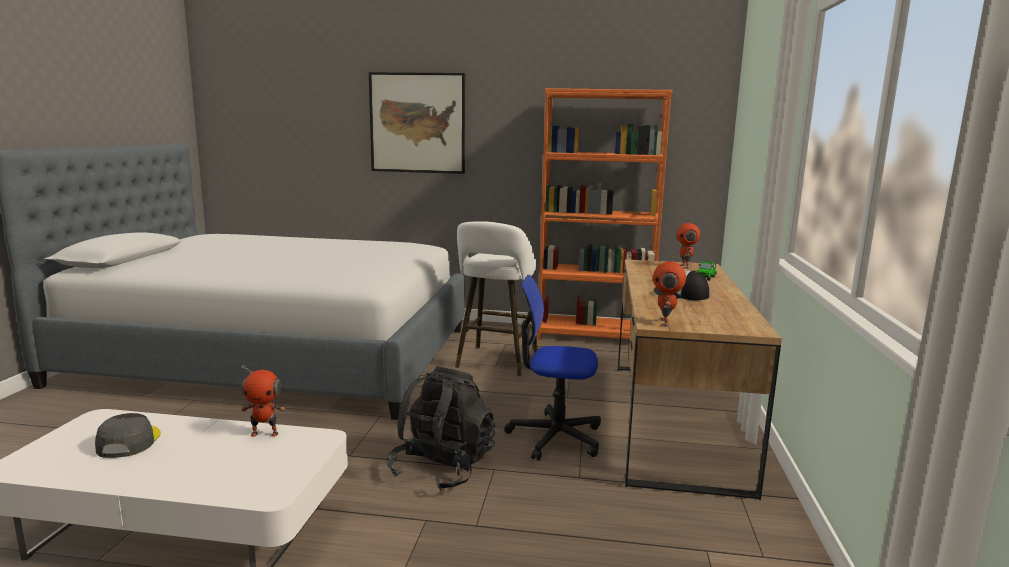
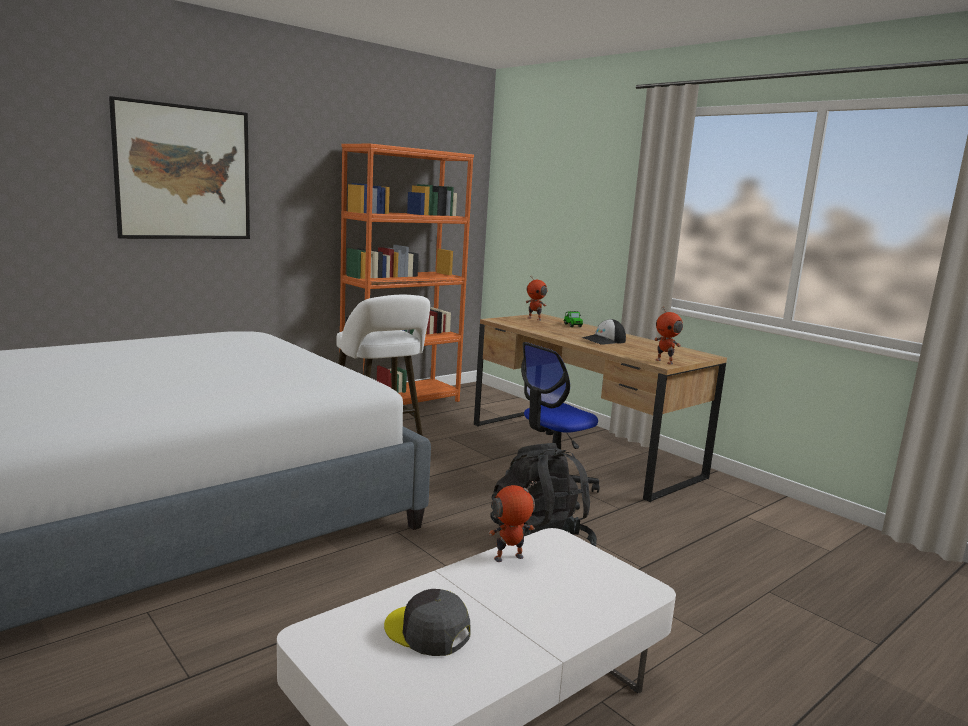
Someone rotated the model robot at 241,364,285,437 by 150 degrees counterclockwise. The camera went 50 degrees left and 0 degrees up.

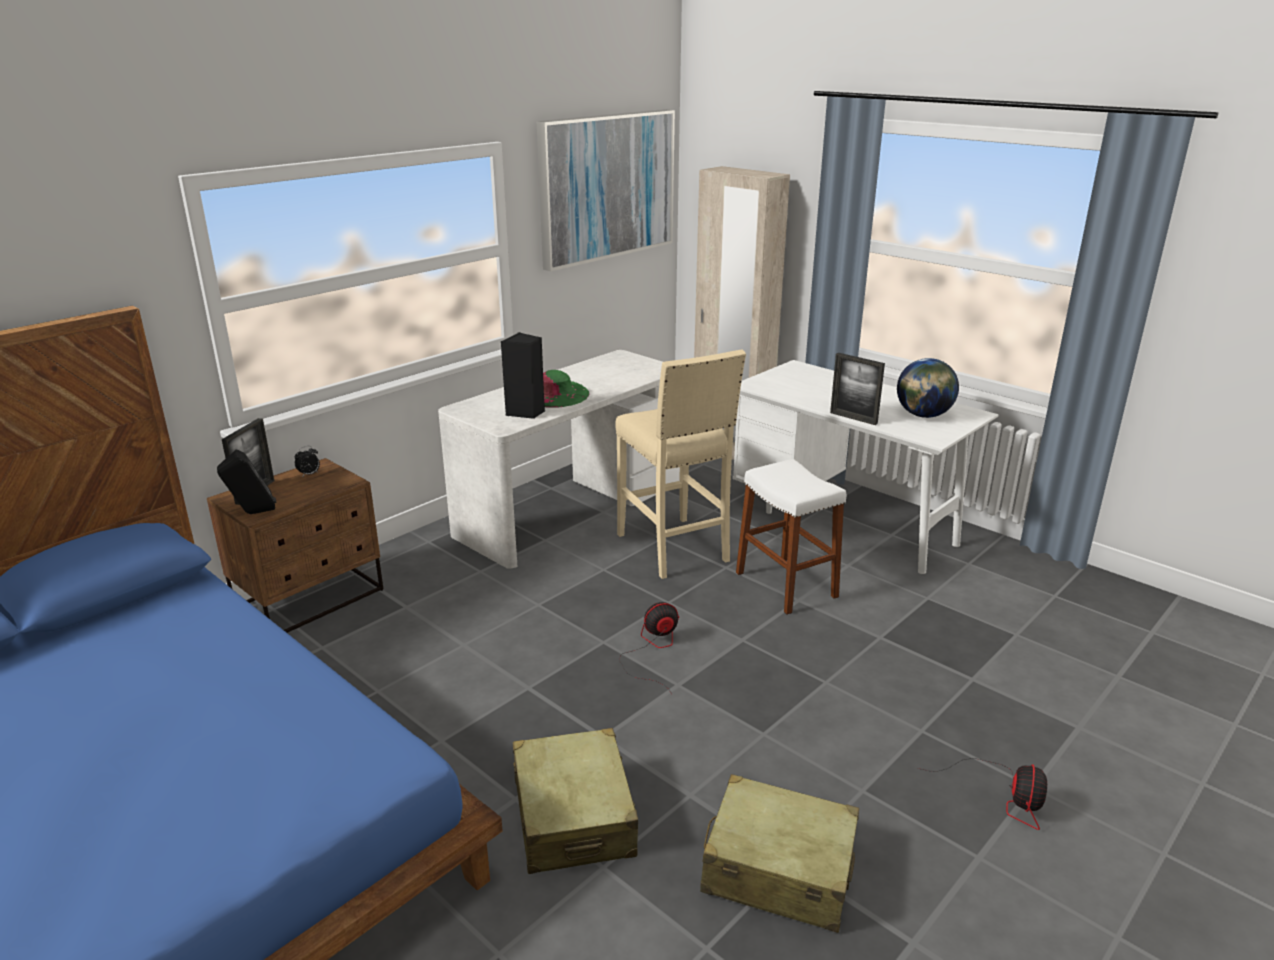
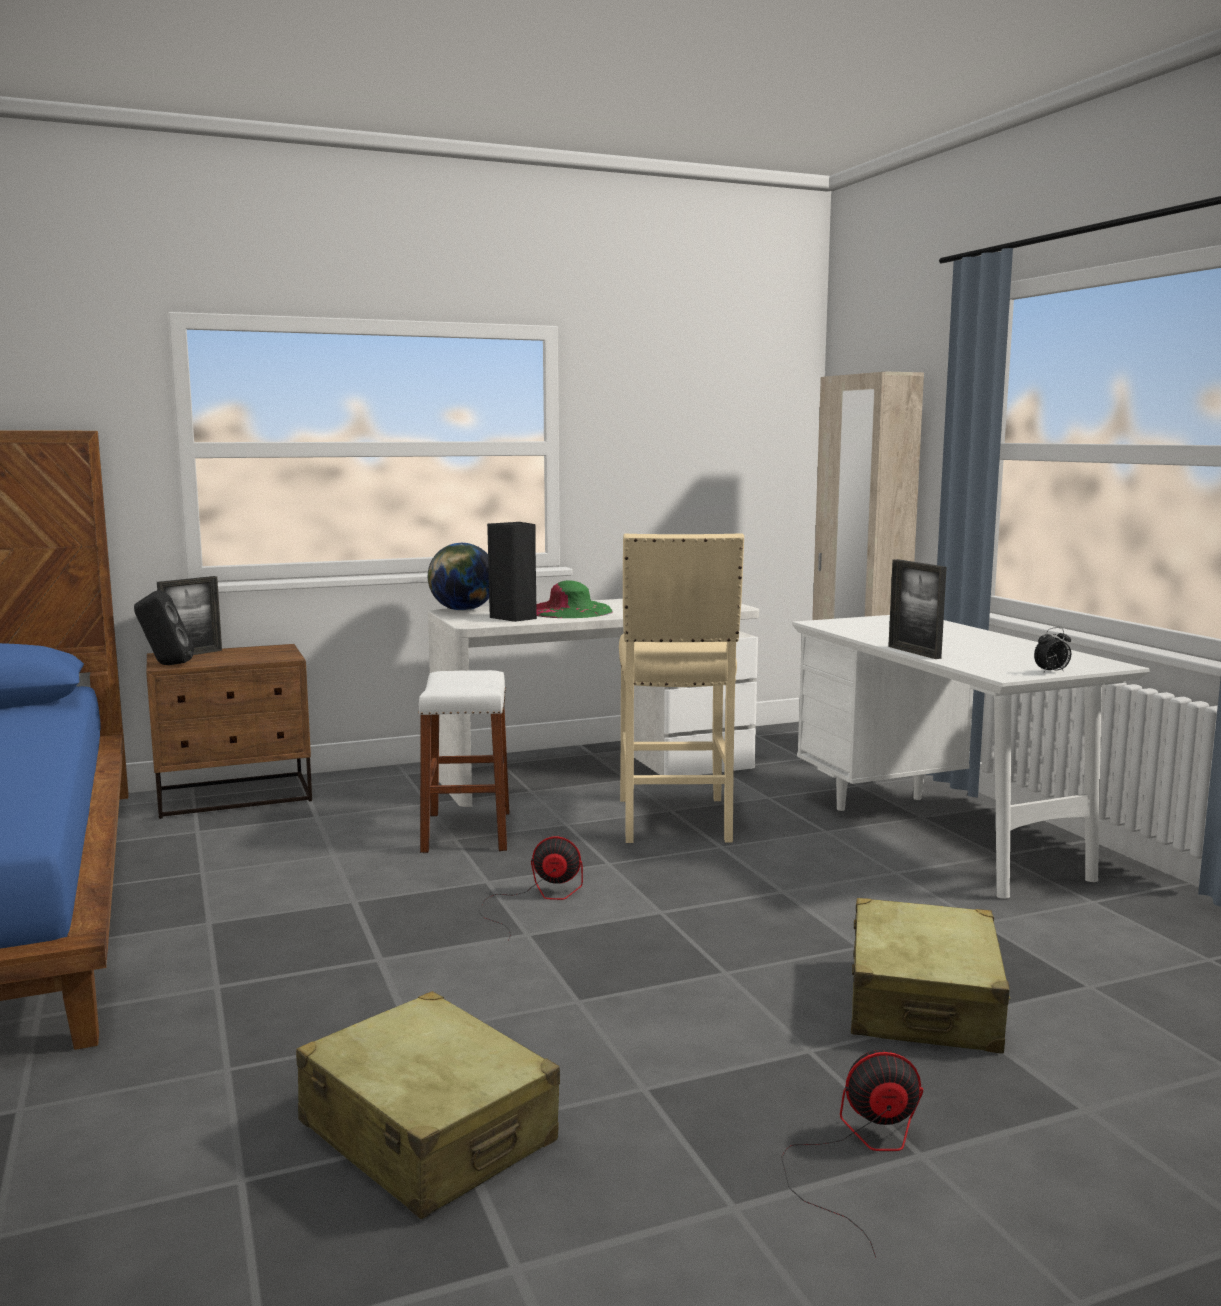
Someone took away the wall art at 536,110,675,271. Someone carried the globe from 897,358,959,418 to 428,543,489,611. Someone carried the alarm clock from 295,446,320,476 to 1034,627,1071,673. Someone carried the stool in white from 736,459,846,615 to 418,670,509,853. Someone carried the travel case in sand-coloured from 513,728,638,874 to 851,898,1011,1053. Someone rotated the fan at 918,758,1047,830 by 135 degrees counterclockwise. The camera went 25 degrees right and 15 degrees down.

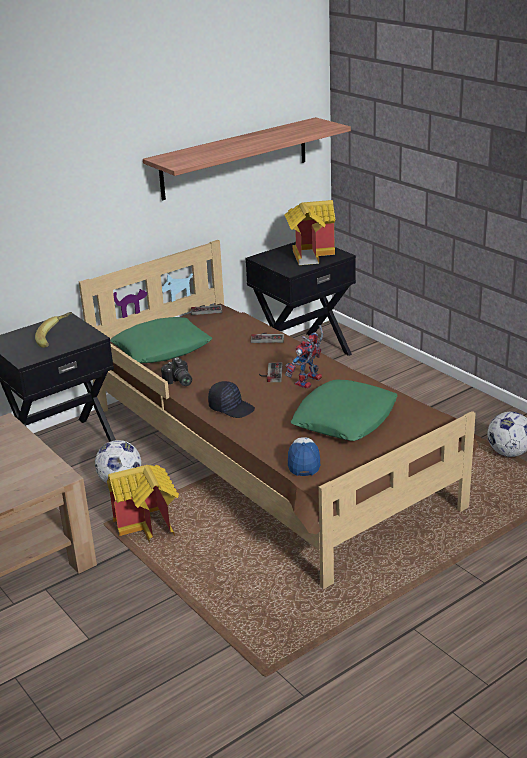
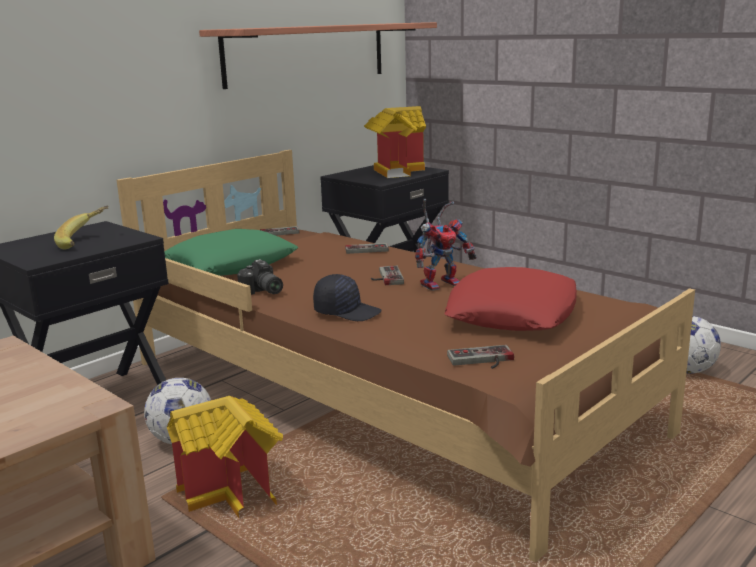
Someone rotated the model robot at 285,325,323,389 by 150 degrees counterclockwise. Someone repainted the throw pillow in greenish at 291,380,397,441, which became the throw pillow in red at 444,267,577,331. Someone swapped the baseball cap at 288,437,320,476 for the game controller at 447,345,514,369. The camera went 10 degrees left and 10 degrees down.

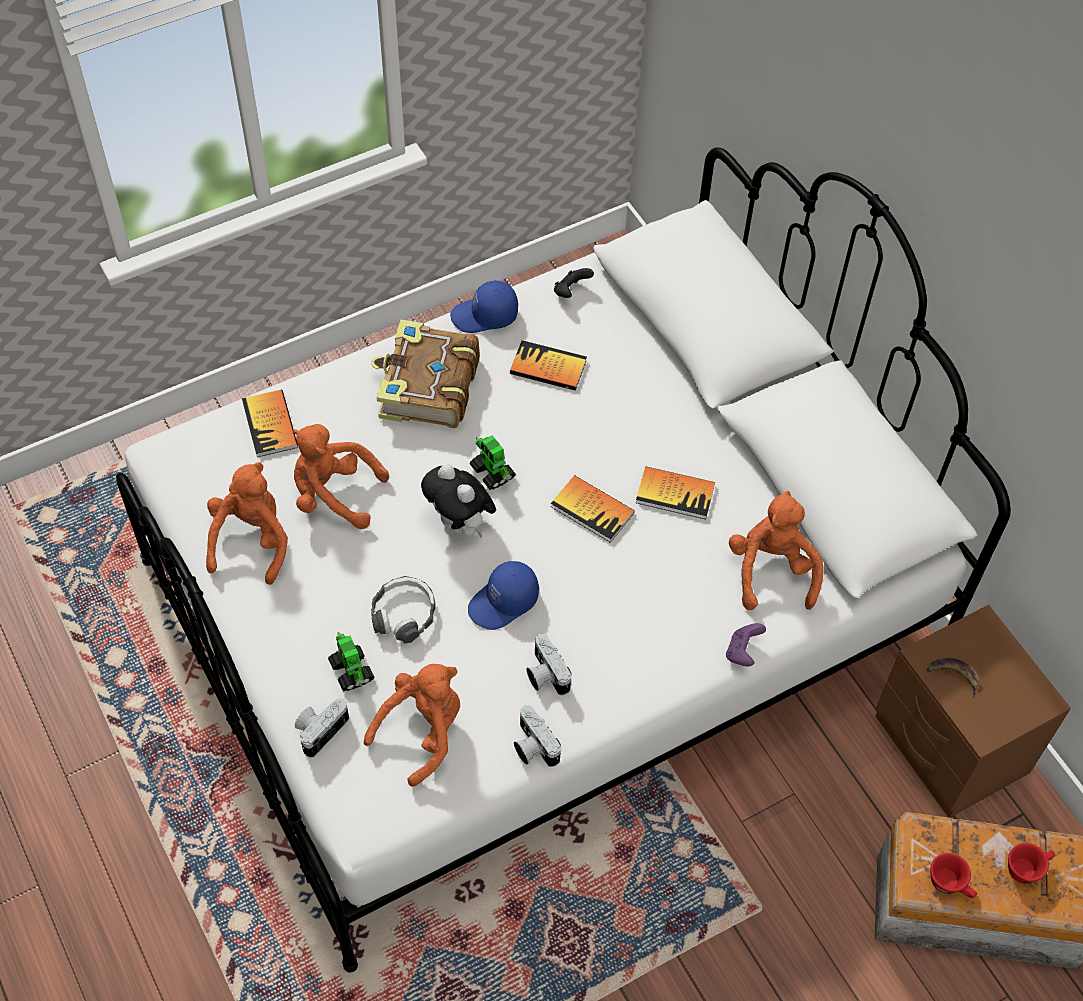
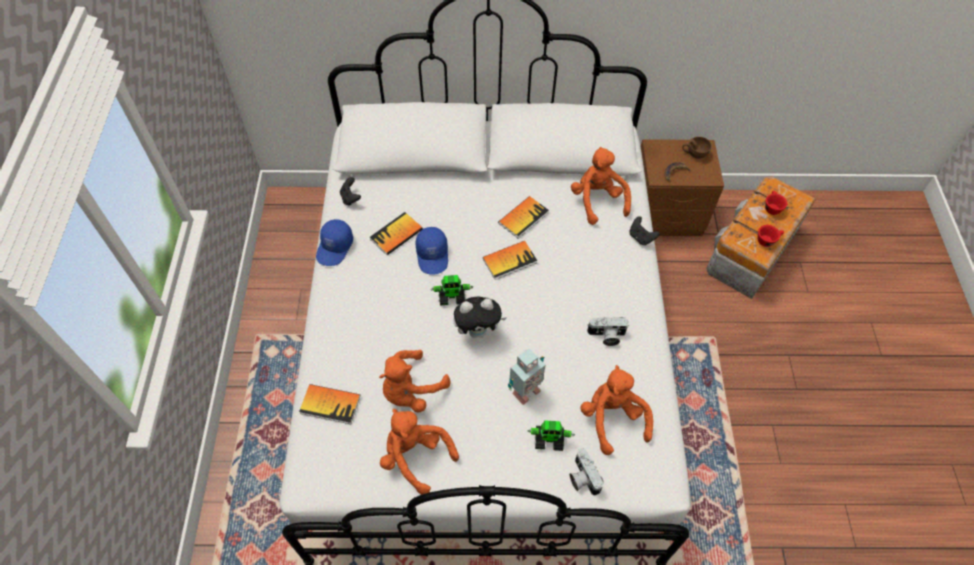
Someone took away the book at 371,319,480,428. Someone rotated the plush toy in orange at 729,490,824,611 by 45 degrees clockwise. Someone carried the baseball cap in blue from 468,561,539,630 to 416,227,448,275. Someone swapped the headset at 371,576,435,644 for the model robot at 508,348,545,405. Someone repainted the game controller in purplish at 726,623,766,666, which became the game controller in black-coloured at 630,216,660,245. Someone took away the still camera at 514,705,561,767. Someone put down the cup in brown at 682,137,712,159. The camera went 60 degrees left and 0 degrees up.

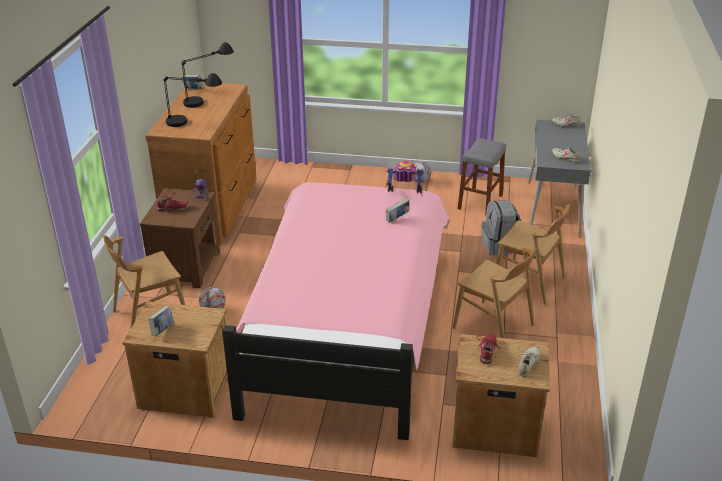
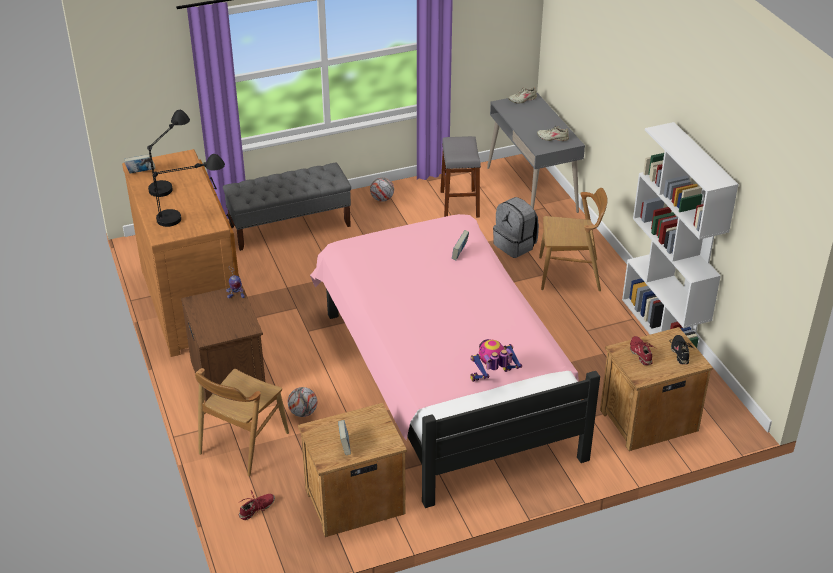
Someone carried the model robot from 387,161,424,194 to 470,339,522,382. Someone carried the shoe in red from 157,194,190,212 to 238,490,275,520. Someone took away the upright chair in brown at 453,248,537,338. Someone repainted the shoe in sand-coloured at 517,347,540,377, which became the shoe in black-coloured at 671,335,697,365. Someone put down the bookcase in white at 622,122,739,348. Someone put down the bench in gray at 223,163,351,251. The camera went 30 degrees left and 5 degrees up.

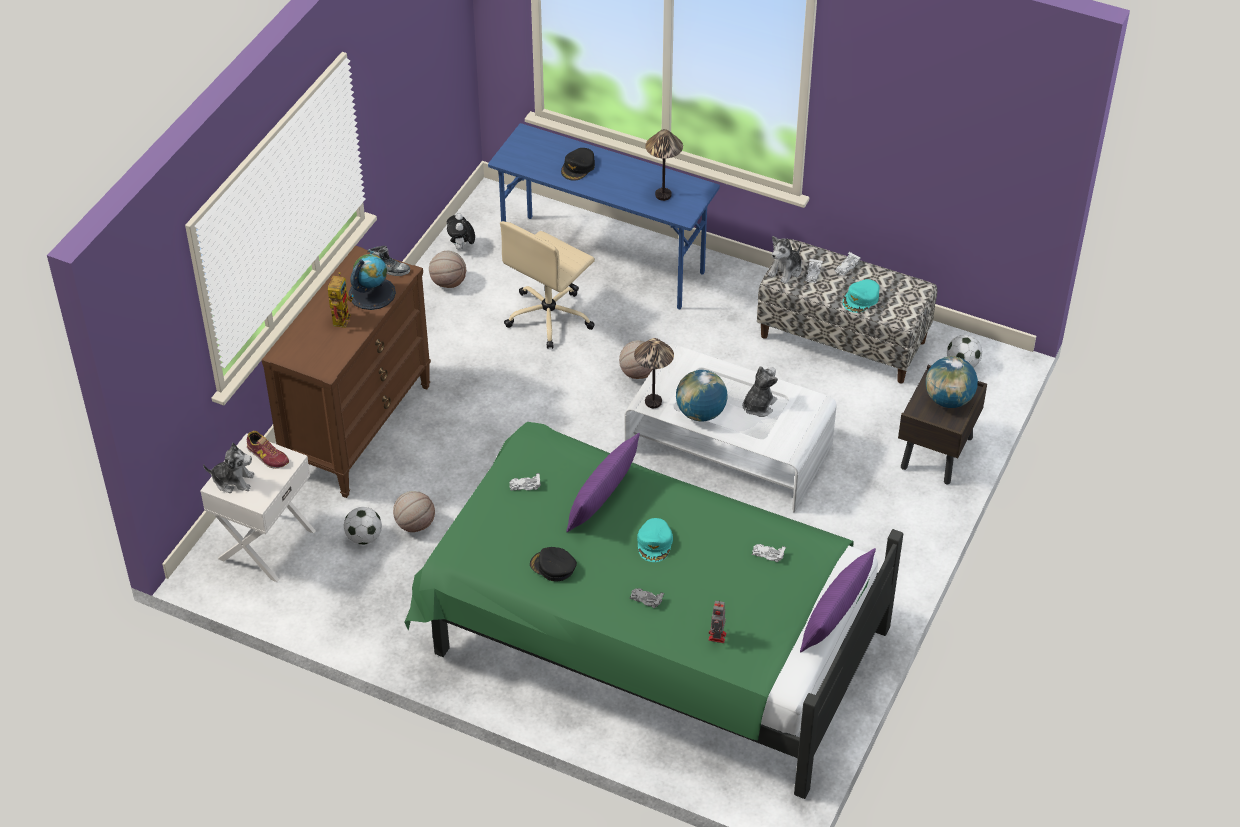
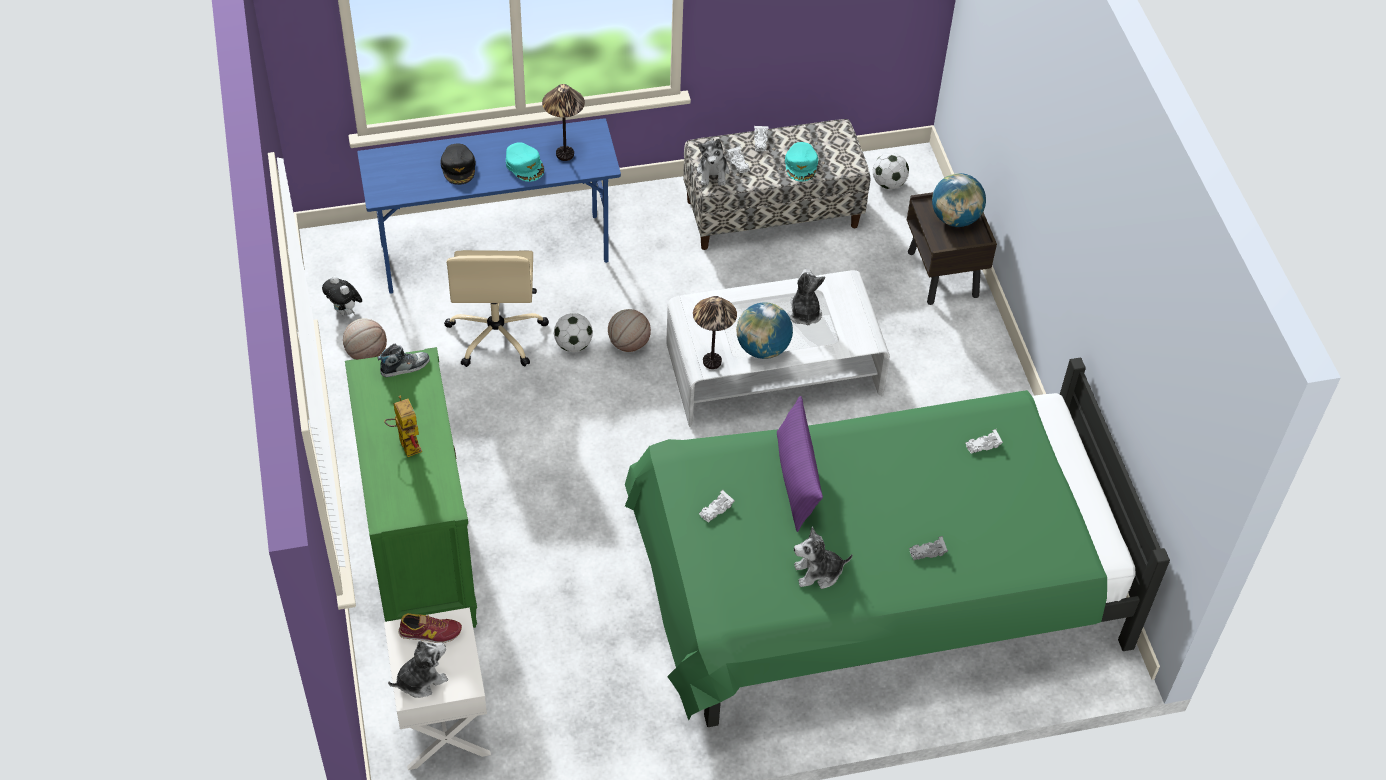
Someone repainted the drawer chest in brown at 262,245,431,498, which became the drawer chest in greenish at 345,347,477,628. Someone took away the globe at 349,254,396,310. Someone took away the ball for basketball at 393,491,435,532. Someone carried the football ball from 344,507,382,545 to 553,313,593,352. Someone carried the baseball cap in blue-green from 637,518,673,562 to 506,142,544,182. Someone swapped the baseball cap in black-coloured at 530,547,577,581 for the plush toy at 794,527,853,589. Someone took away the throw pillow in purplish at 800,548,876,652. Someone took away the model robot at 708,600,726,643. The camera went 40 degrees left and 5 degrees up.

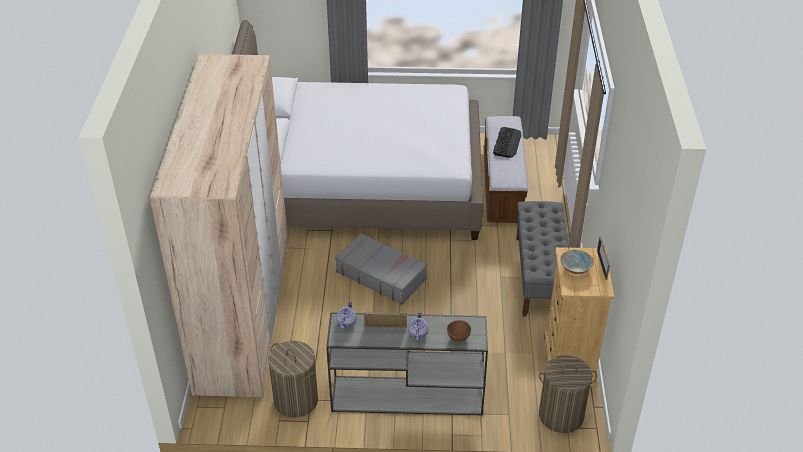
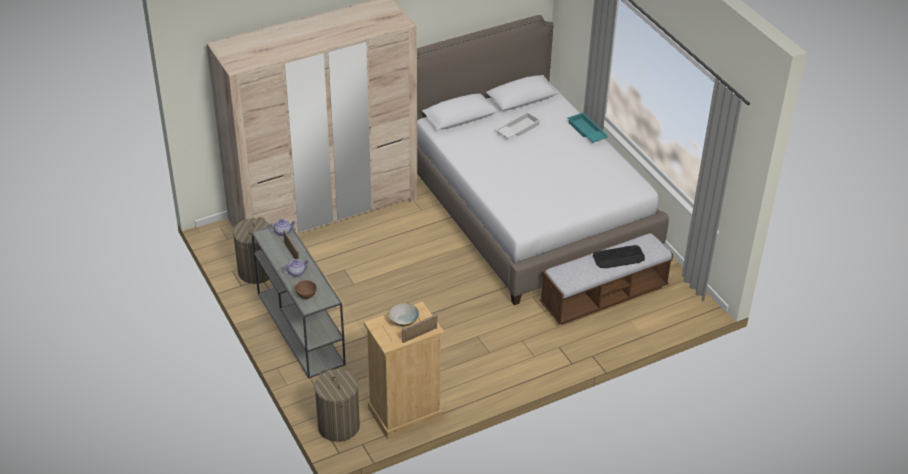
Someone took away the bench in gray at 516,201,569,316. Someone took away the travel case in gray at 335,233,427,305. Someone put down the tray in white at 495,112,541,139. Someone put down the tray in blue-green at 568,113,609,143. The camera went 60 degrees right and 0 degrees up.

